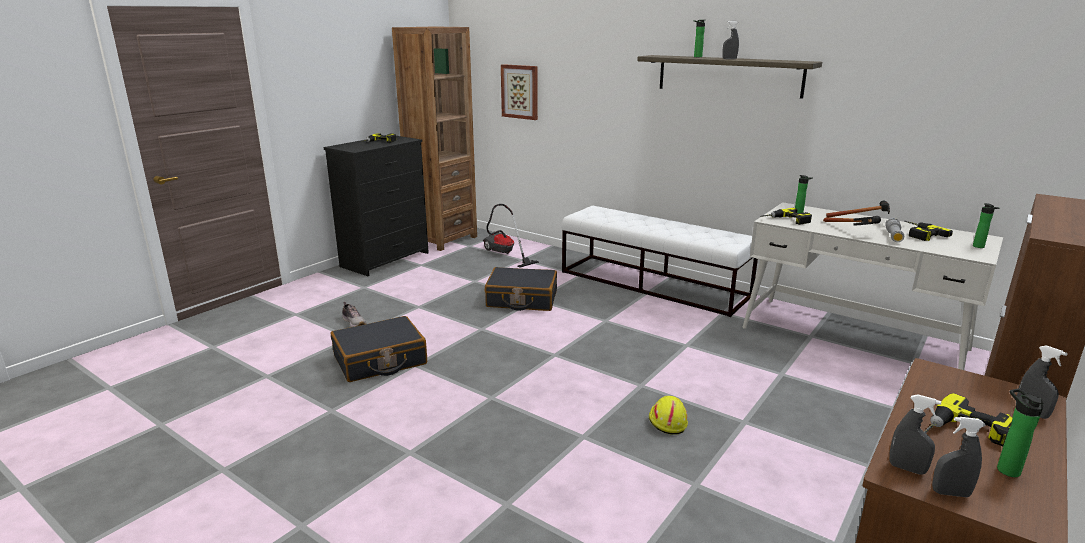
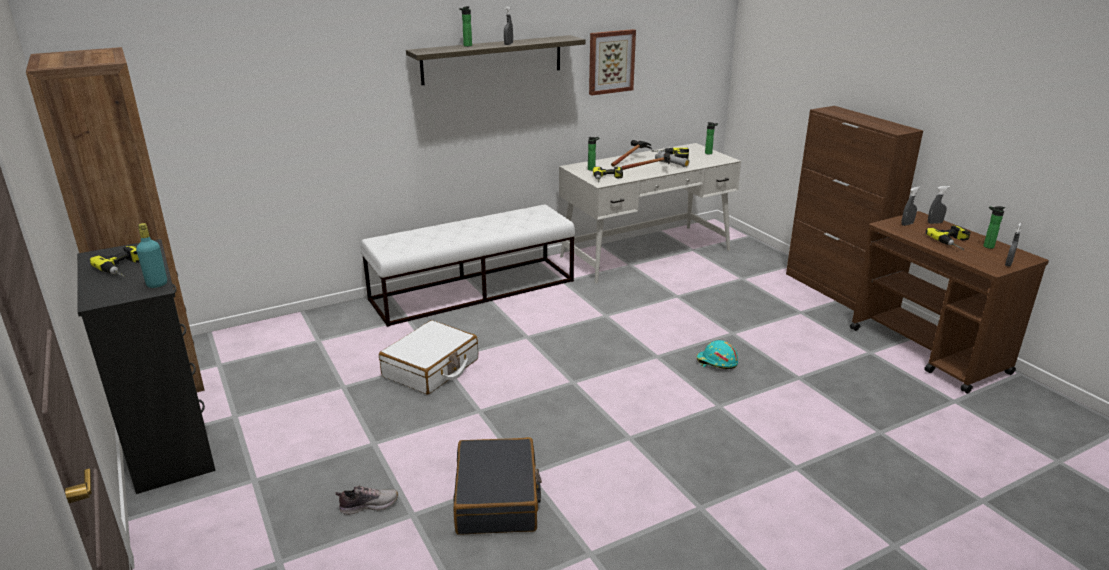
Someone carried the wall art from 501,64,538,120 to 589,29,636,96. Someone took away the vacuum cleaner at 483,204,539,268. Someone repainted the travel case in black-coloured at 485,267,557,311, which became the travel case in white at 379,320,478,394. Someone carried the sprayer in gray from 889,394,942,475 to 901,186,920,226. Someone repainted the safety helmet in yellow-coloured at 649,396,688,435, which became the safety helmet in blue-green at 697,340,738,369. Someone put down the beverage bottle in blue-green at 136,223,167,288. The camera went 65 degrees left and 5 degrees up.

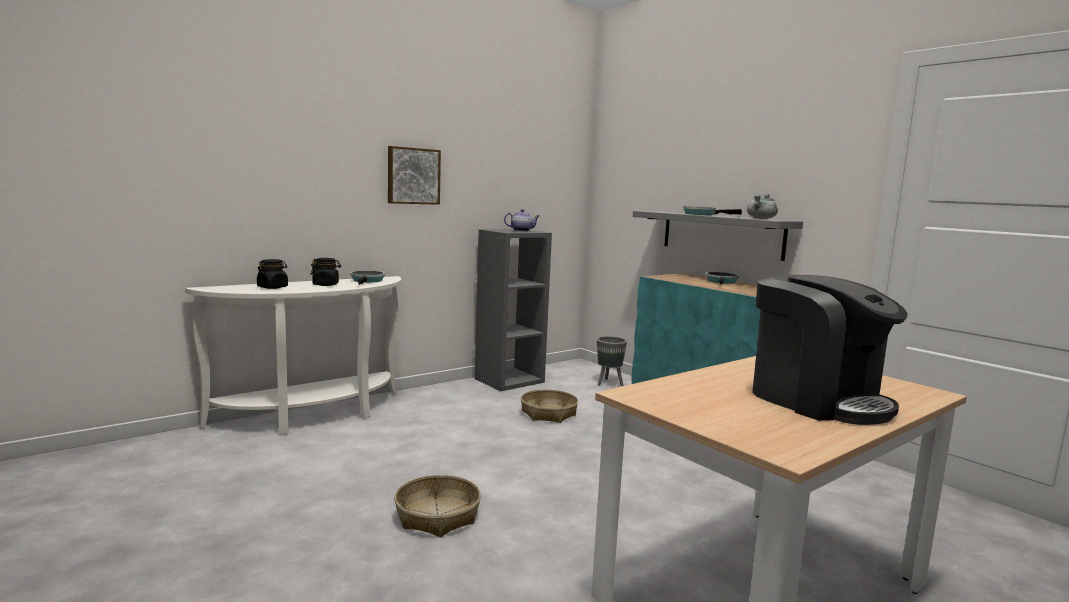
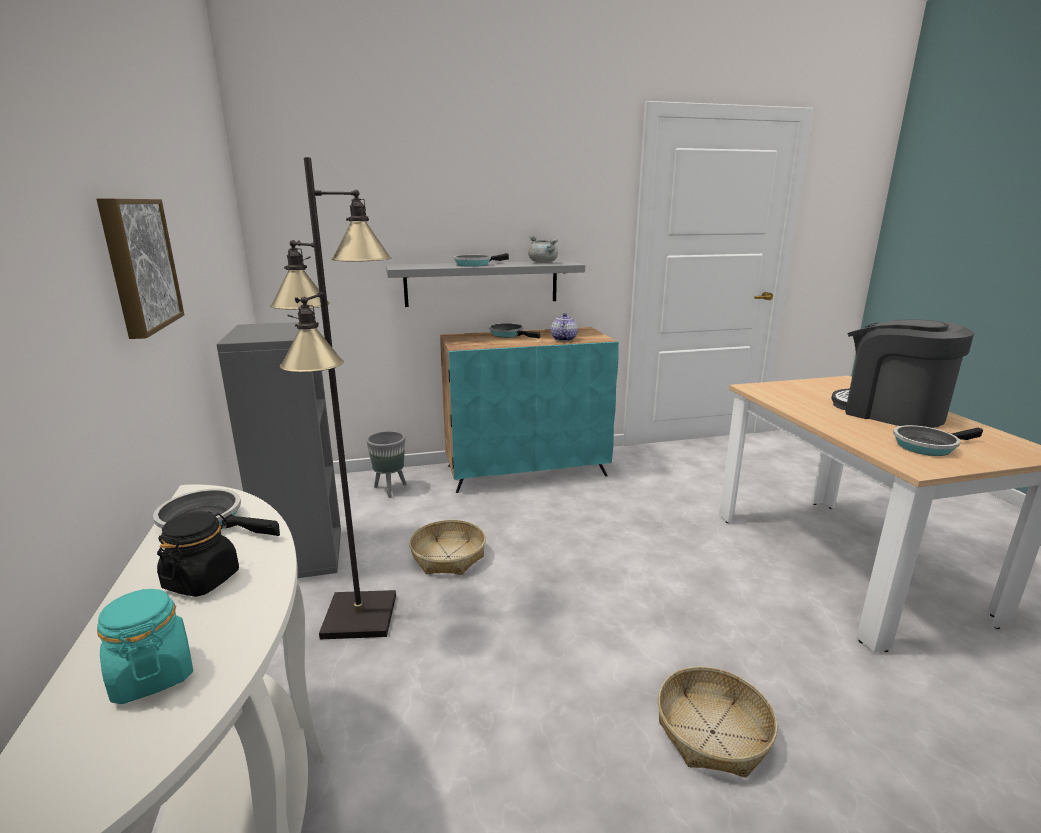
Someone carried the teapot from 504,209,539,231 to 551,313,578,341. Someone repainted the storage jar in black-coloured at 257,259,288,289, which became the storage jar in blue-green at 97,589,193,704. Someone rotated the coffee maker at 753,275,908,425 by 120 degrees counterclockwise. Someone put down the standing lamp in black-coloured at 270,157,396,639. Someone put down the frying pan at 893,425,983,456. The camera went 65 degrees left and 10 degrees up.

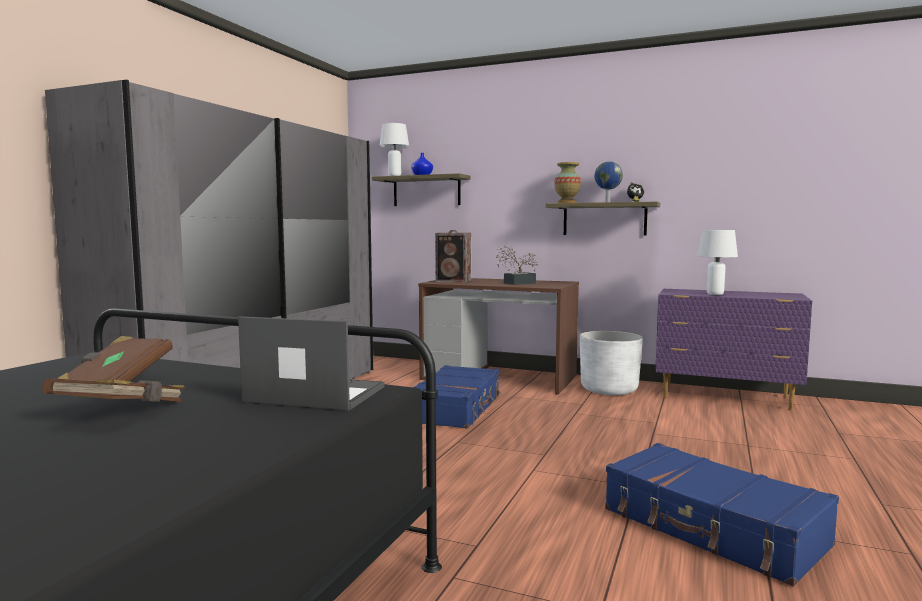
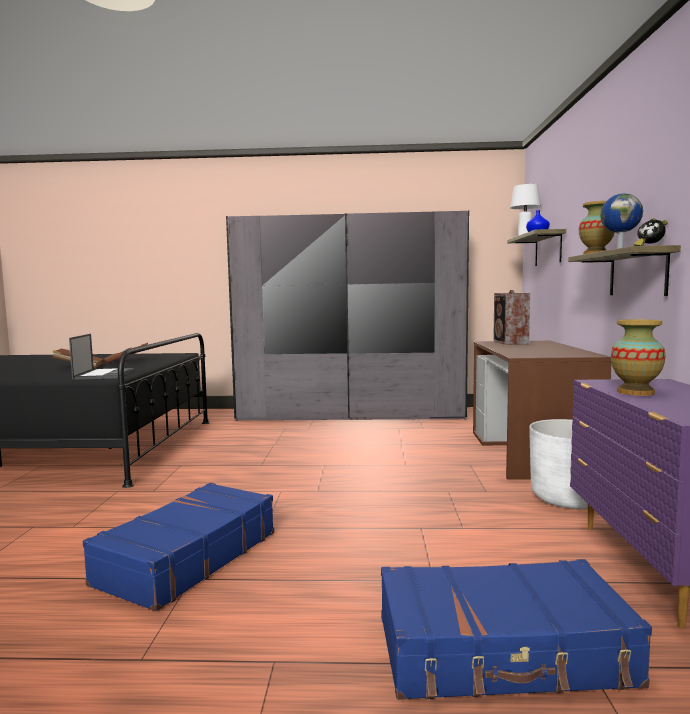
Someone swapped the lamp for a table in white at 697,230,738,295 for the flower vase at 611,319,665,396. Someone took away the houseplant at 496,245,538,285. Someone carried the travel case in blue from 413,365,501,429 to 381,559,652,700. The camera went 70 degrees right and 0 degrees up.

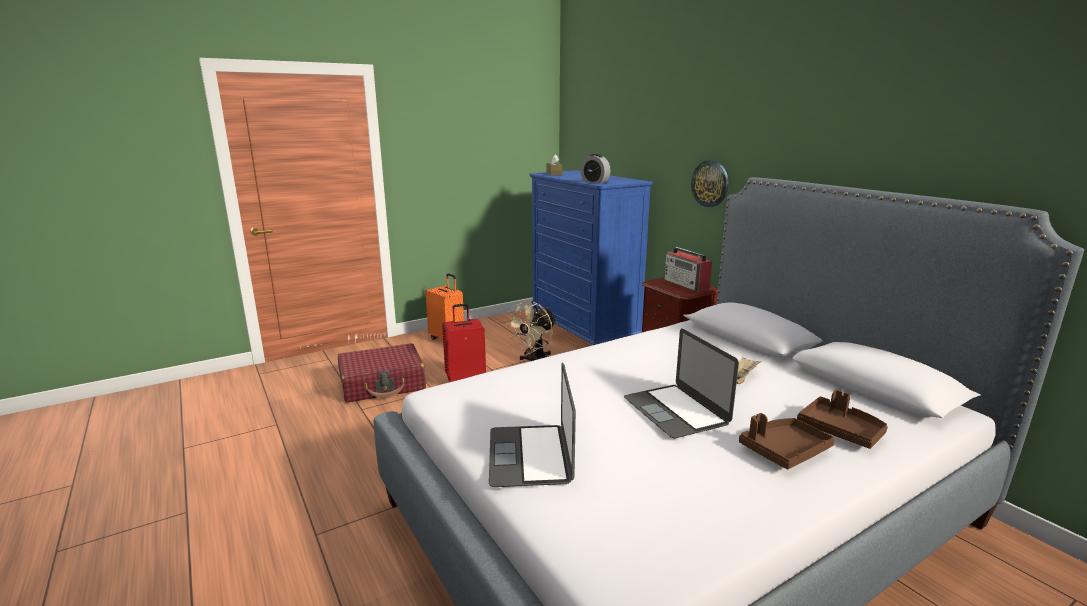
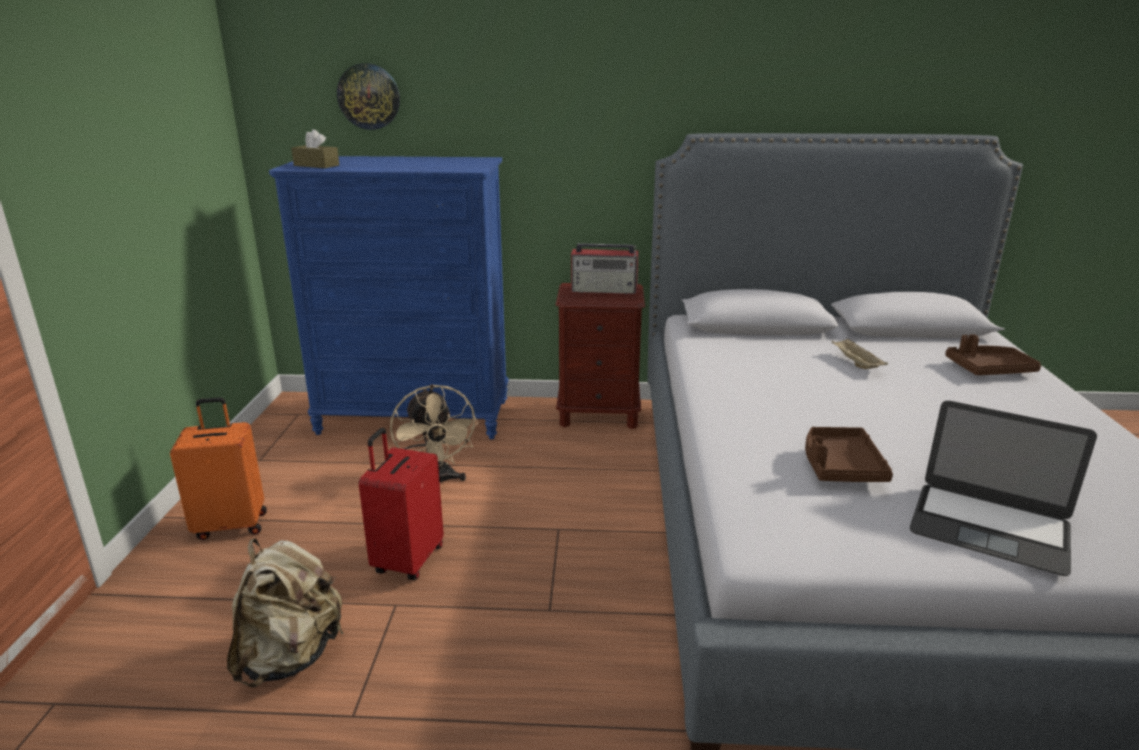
Someone took away the alarm clock at 580,154,610,184. Someone carried the hanging clock from 691,160,729,207 to 337,63,400,130. Someone took away the notebook computer at 624,328,739,438. Someone swapped the travel case in red at 338,343,426,402 for the knapsack in sand-coloured at 227,538,344,687. Someone carried the tray in brown from 739,413,835,469 to 805,427,893,482. The camera went 55 degrees left and 5 degrees up.

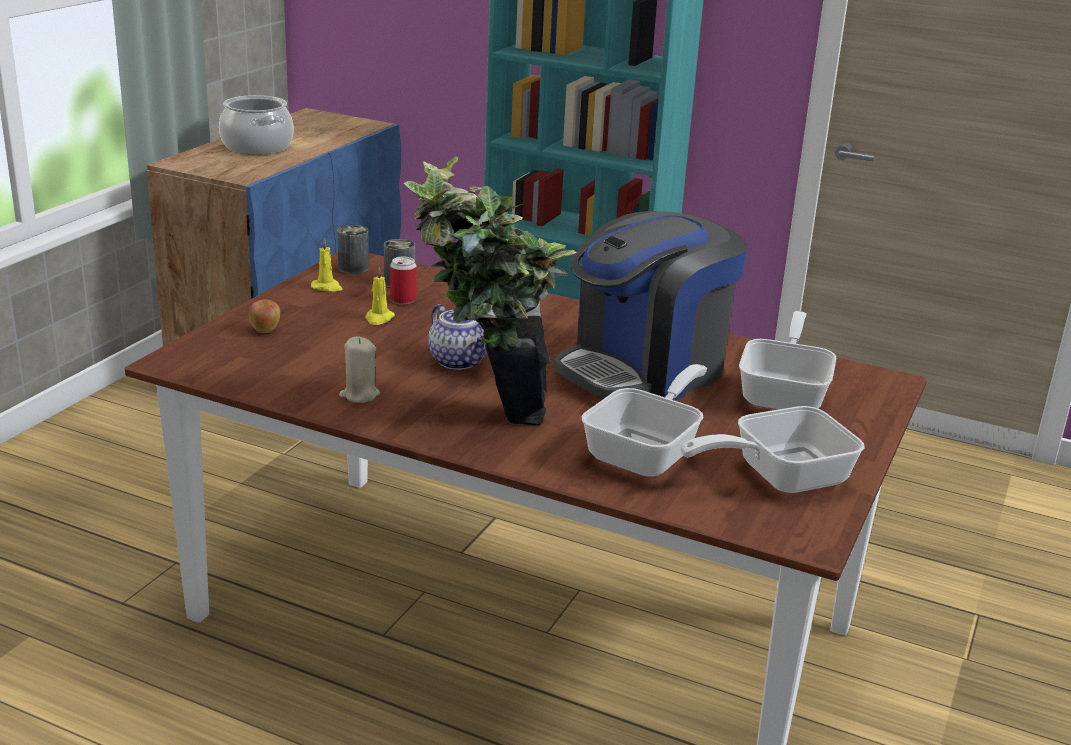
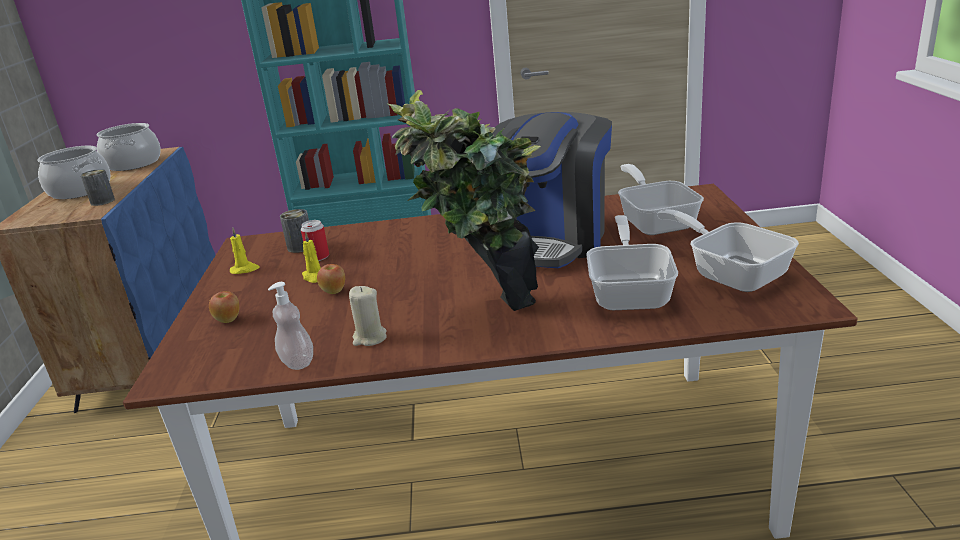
Someone carried the sealed can from 337,225,369,274 to 81,169,115,206. Someone took away the teapot at 428,304,487,370. Someone rotated the frying pan at 681,406,865,493 by 105 degrees clockwise. Someone put down the saucepot at 96,123,161,171. Someone put down the whole apple at 317,264,345,294. Someone put down the soap dispenser at 268,282,313,370. The camera went 25 degrees left and 0 degrees up.

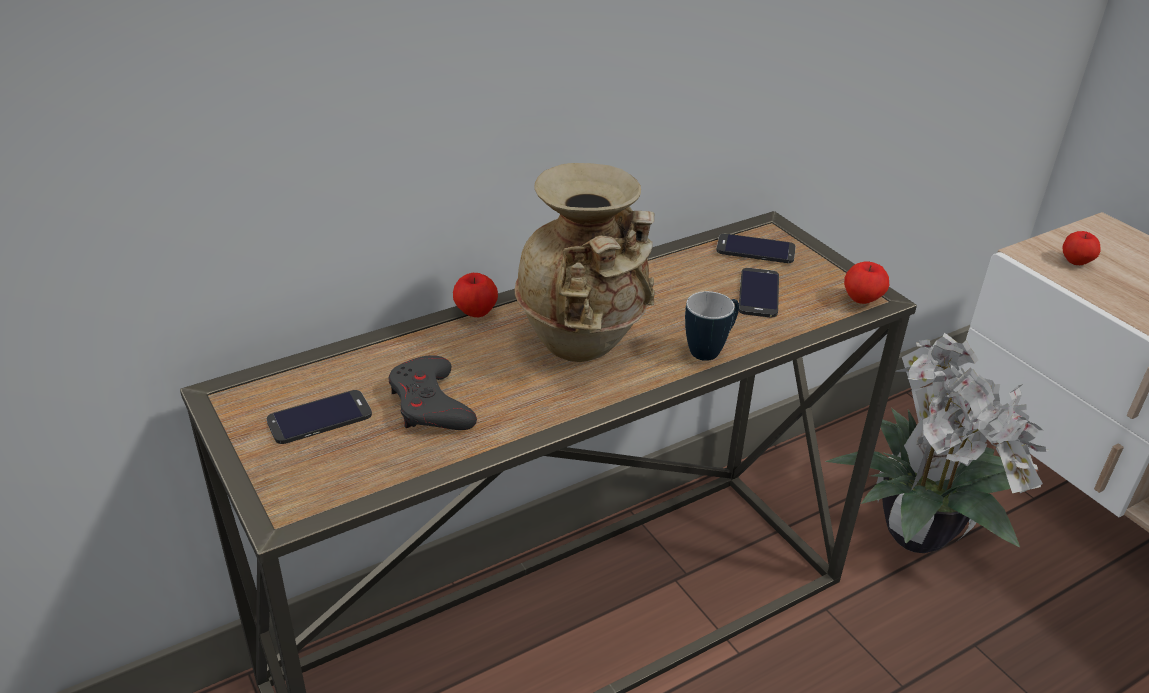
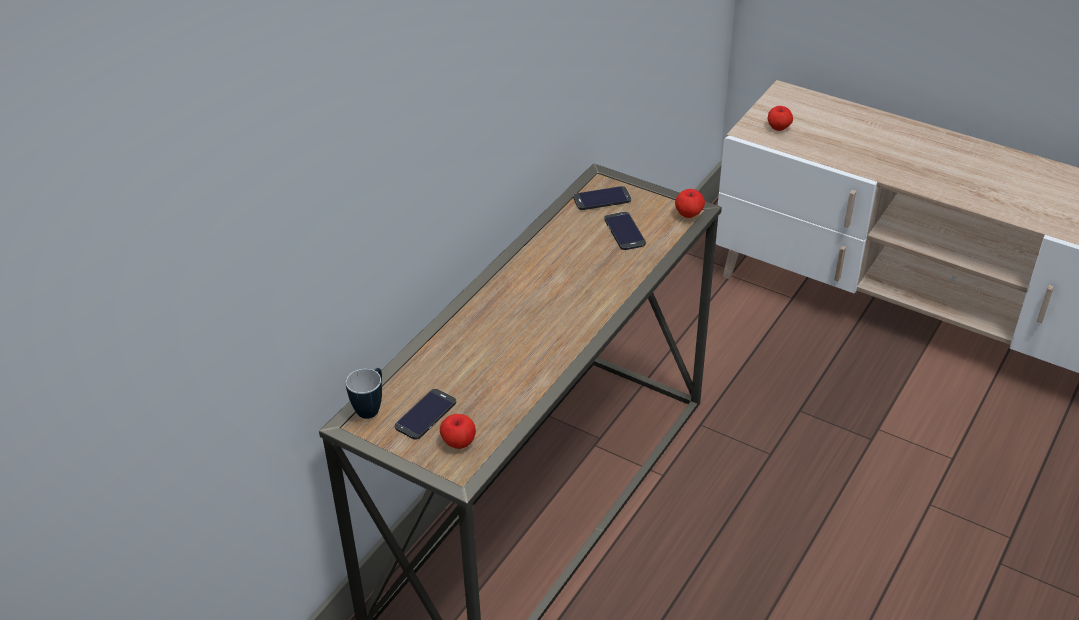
Someone took away the flower vase in sand-coloured at 515,163,655,362. Someone carried the whole apple from 453,273,498,318 to 440,414,476,449. Someone carried the coffee mug from 685,291,739,361 to 346,368,382,419. Someone took away the houseplant at 825,333,1049,553. Someone took away the game controller in gray at 388,355,477,430. The camera went 25 degrees left and 5 degrees up.

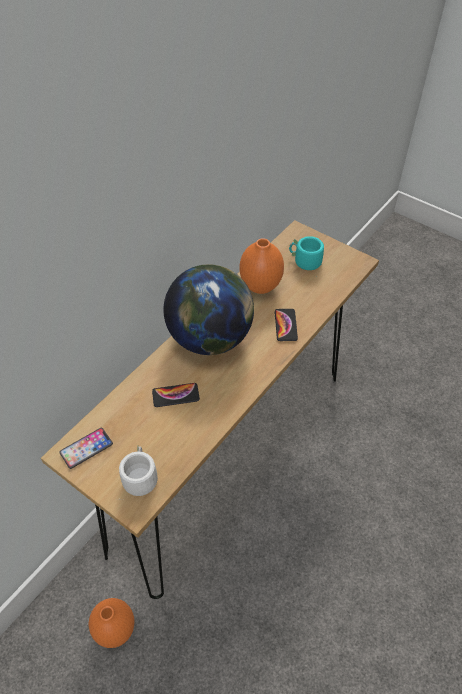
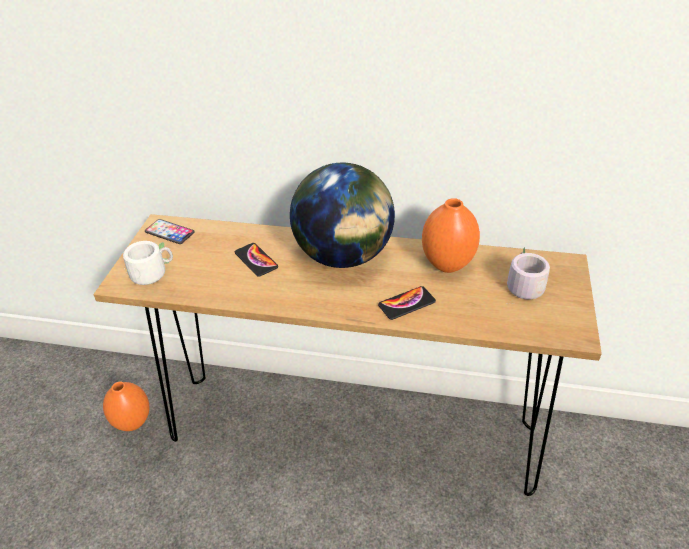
Someone repainted the coffee mug in blue-green at 289,236,324,278, which became the coffee mug in gray at 507,247,550,304. The camera went 65 degrees right and 10 degrees down.

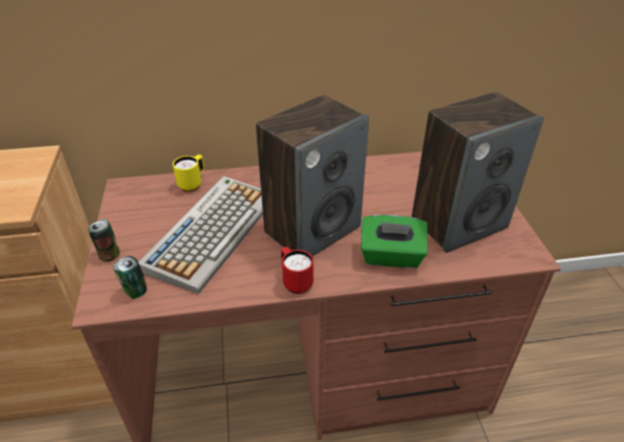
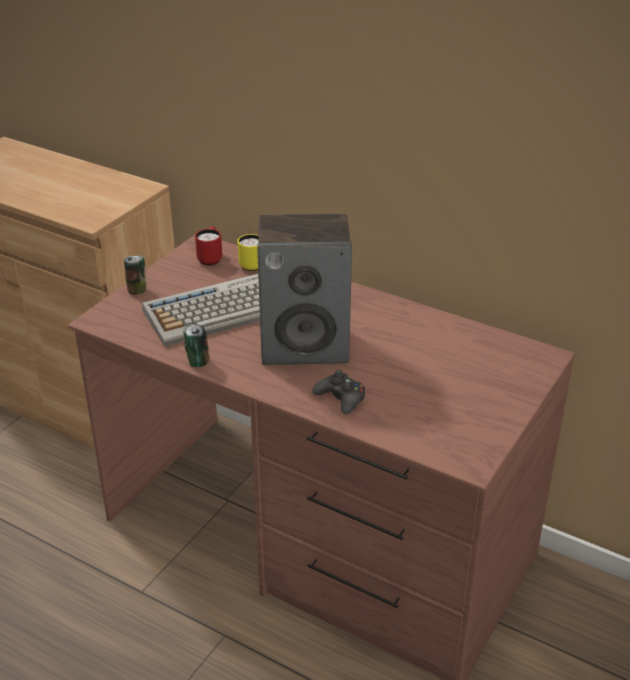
Someone took away the loudspeaker at 412,92,544,253. Someone swapped the tissue box in greenish at 361,215,428,268 for the game controller in black-coloured at 312,370,365,414. Someone carried the coffee mug in red from 281,247,314,294 to 195,226,222,266. Someone carried the sealed can from 113,256,147,299 to 183,325,209,367. The camera went 40 degrees right and 5 degrees down.

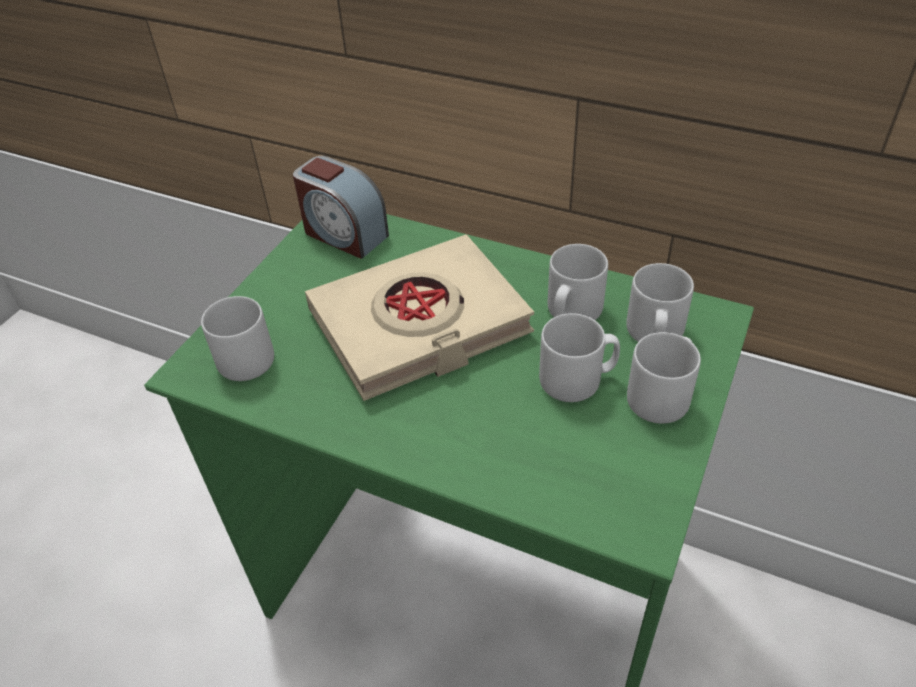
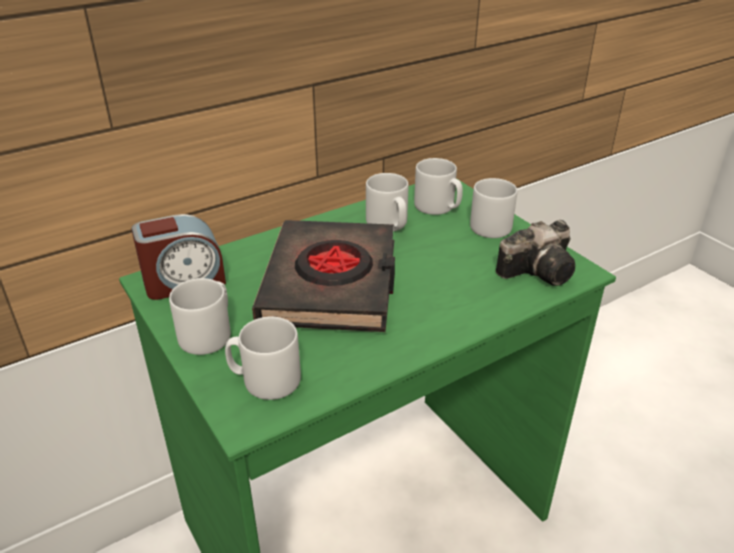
Someone repainted the book in sand-coloured at 305,235,534,401, which became the book in black-coloured at 252,220,395,332. Someone carried the coffee mug in gray from 539,313,620,402 to 169,278,231,355. Someone put down the still camera at 496,220,575,286. The camera went 60 degrees left and 10 degrees down.

